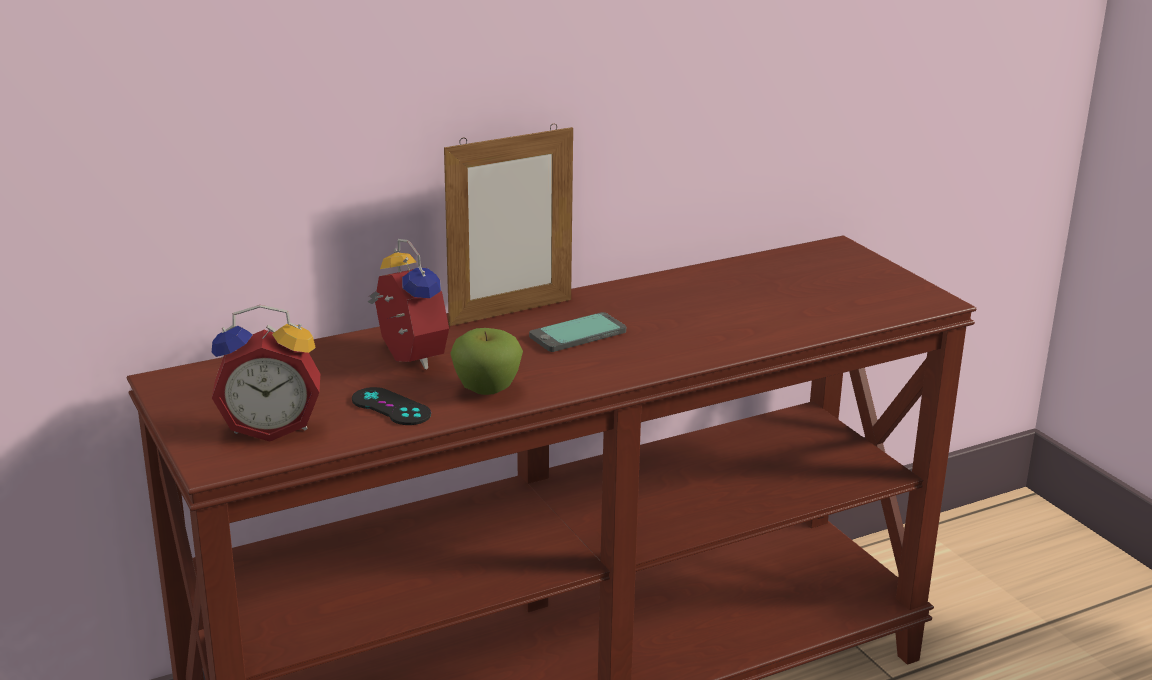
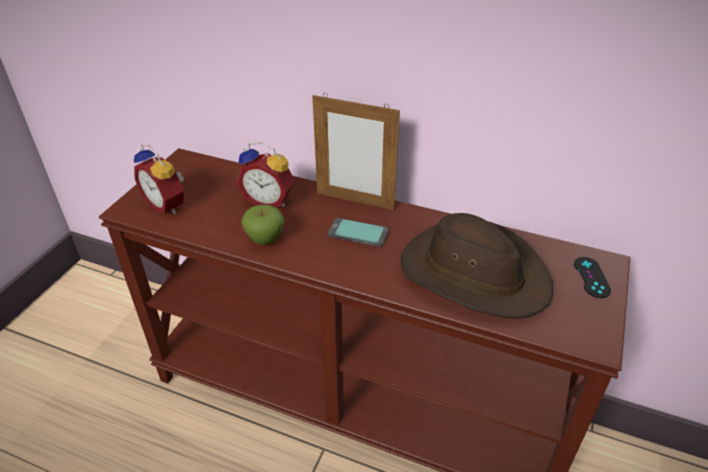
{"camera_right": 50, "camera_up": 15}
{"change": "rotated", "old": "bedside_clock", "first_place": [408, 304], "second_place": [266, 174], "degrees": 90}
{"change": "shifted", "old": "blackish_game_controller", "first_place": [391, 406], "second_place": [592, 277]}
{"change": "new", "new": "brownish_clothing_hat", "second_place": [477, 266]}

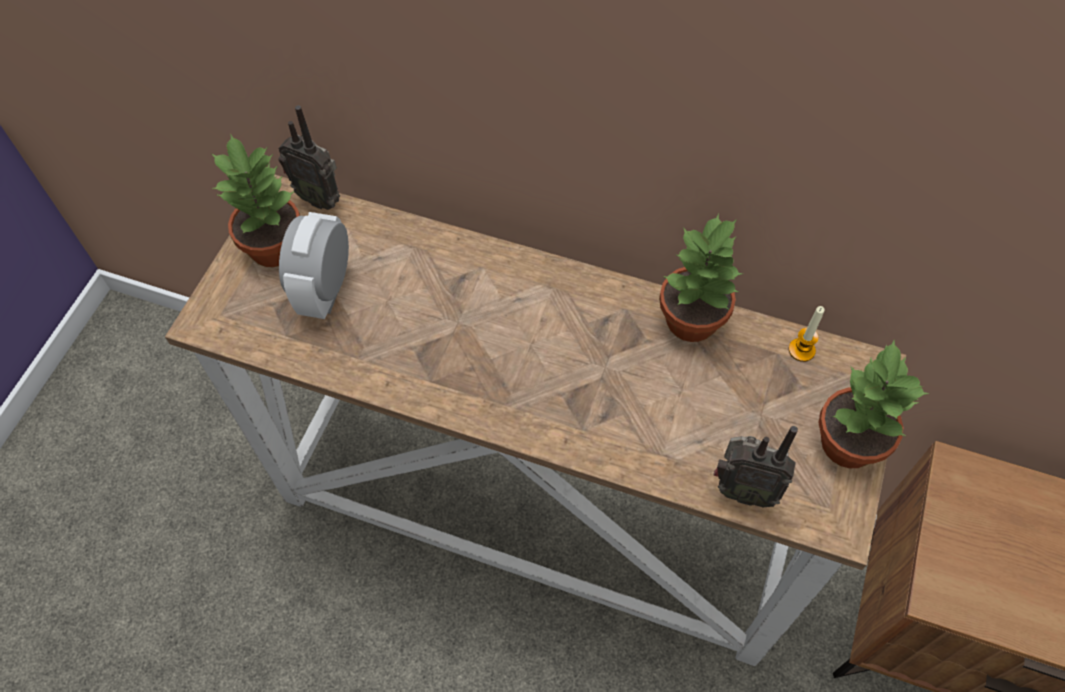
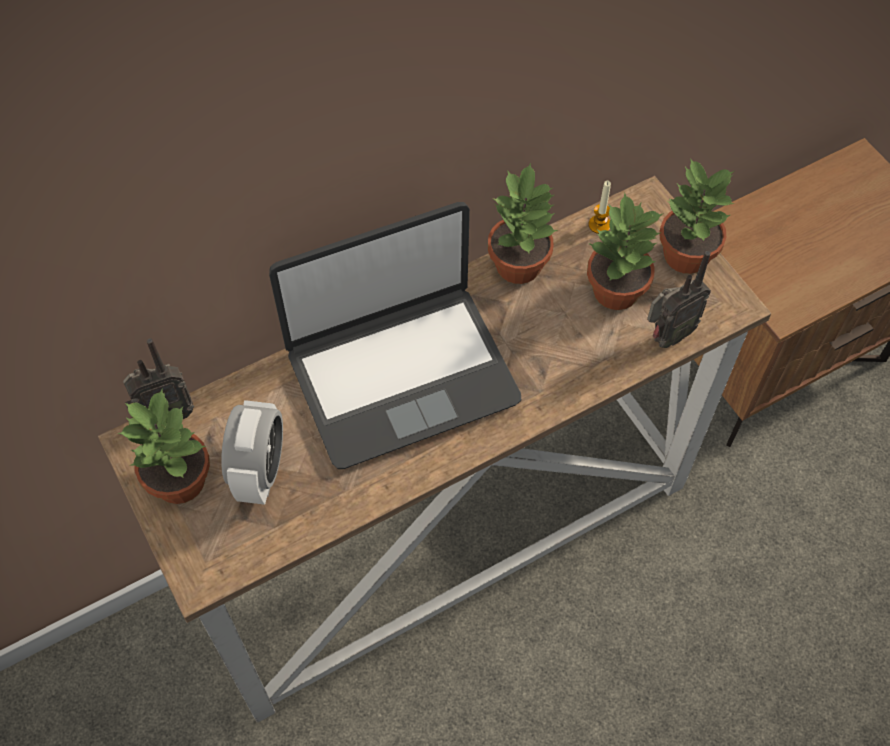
{"camera_right": -50, "camera_up": 0}
{"change": "rotated", "old": "bedside_clock", "first_place": [314, 265], "second_place": [252, 452], "degrees": -135}
{"change": "new", "new": "houseplant", "second_place": [625, 251]}
{"change": "new", "new": "laptop", "second_place": [395, 335]}

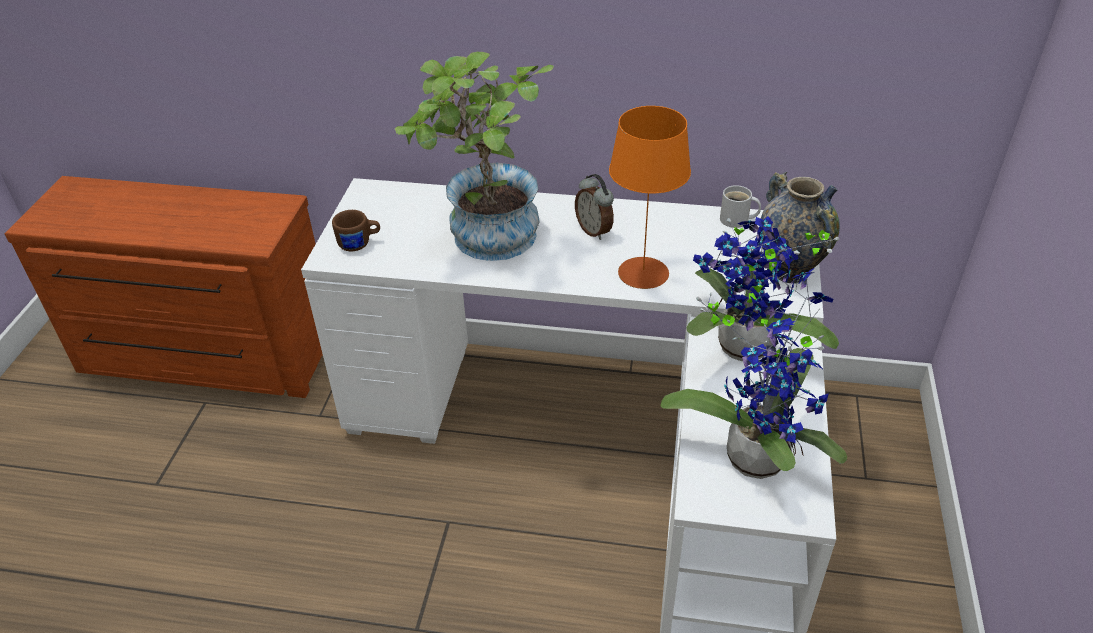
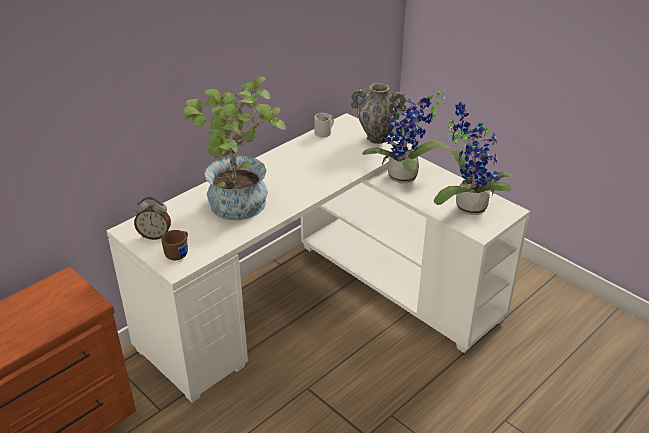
{"camera_right": -55, "camera_up": -5}
{"change": "gone", "old": "orange-coloured_lamp_for_a_table", "first_place": [650, 197]}
{"change": "shifted", "old": "bedside_clock", "first_place": [594, 207], "second_place": [152, 218]}

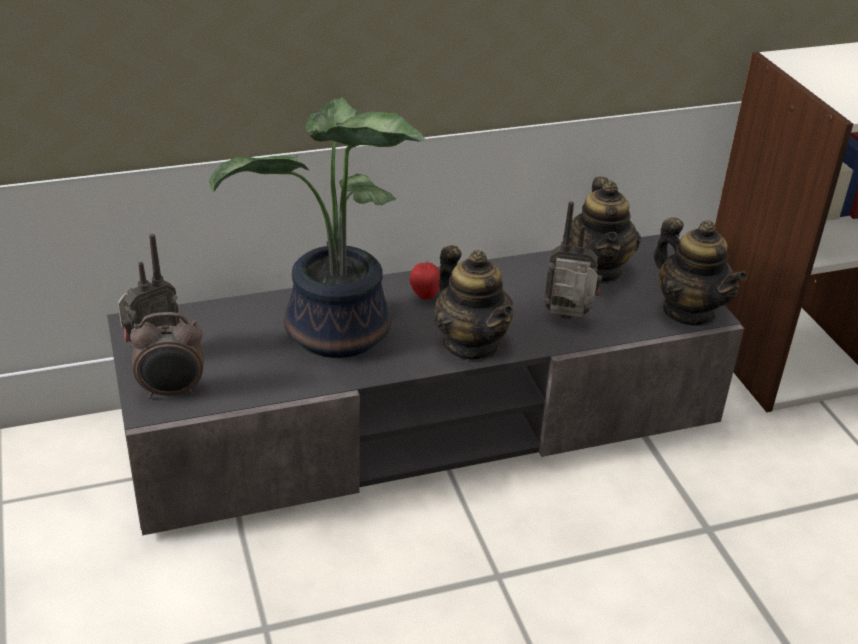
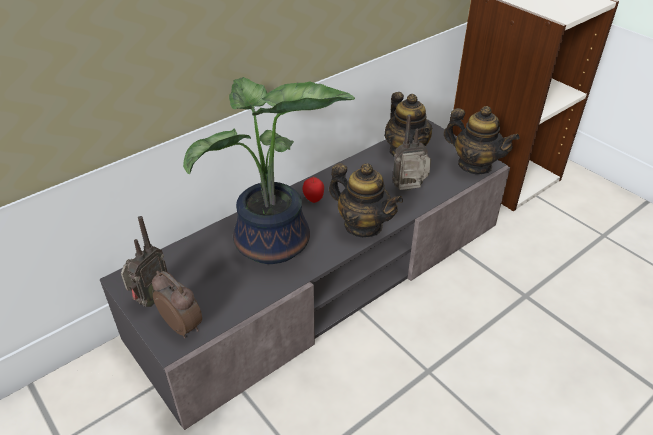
{"camera_right": -20, "camera_up": 5}
{"change": "rotated", "old": "bedside_clock", "first_place": [167, 355], "second_place": [177, 305], "degrees": -105}

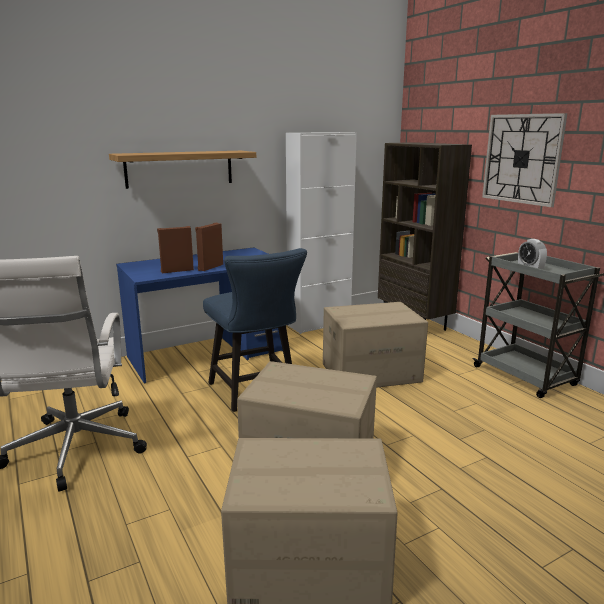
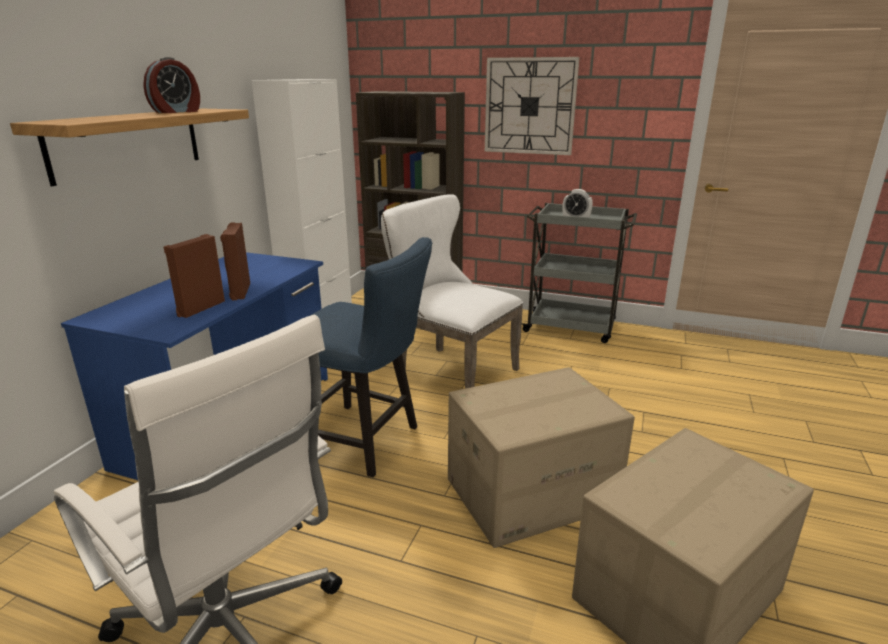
{"camera_right": -40, "camera_up": 5}
{"change": "swapped", "old": "carton", "new": "white_upright_chair", "first_place": [375, 345], "second_place": [452, 291]}
{"change": "new", "new": "bedside_clock", "second_place": [171, 85]}

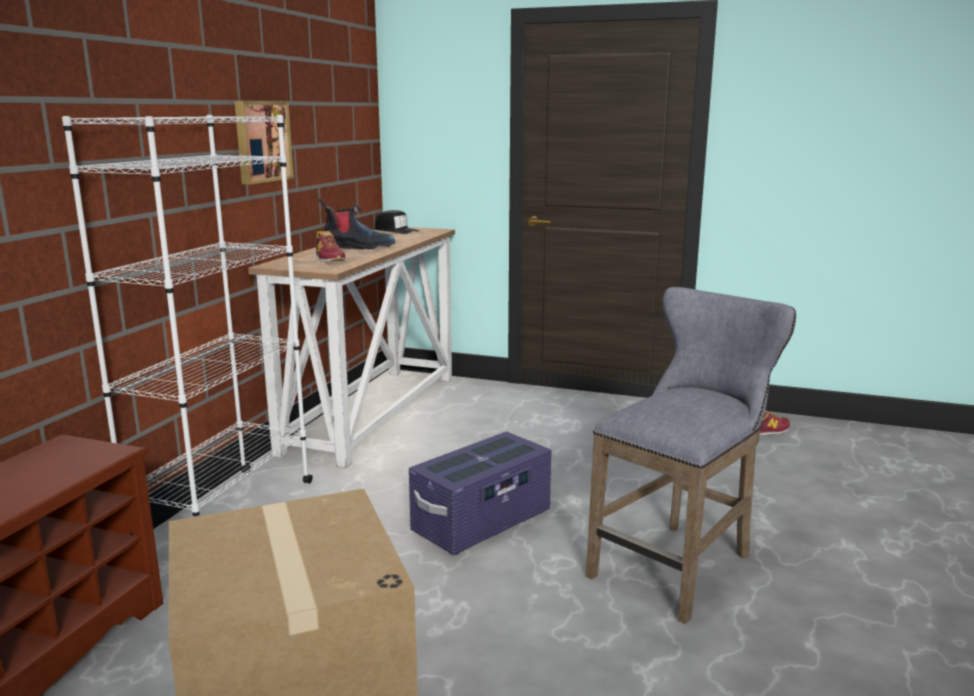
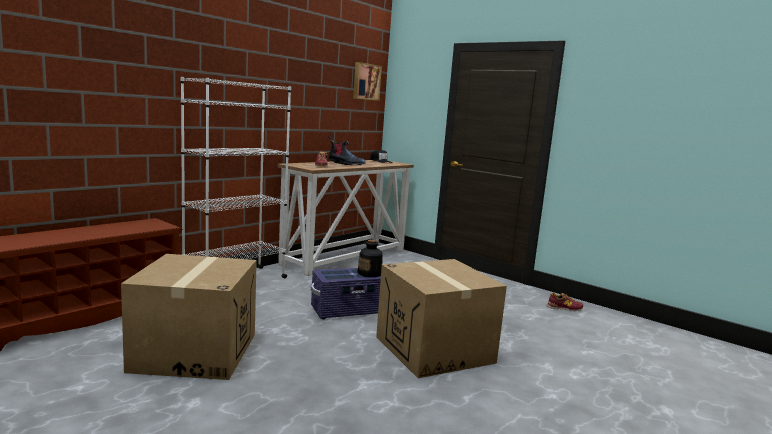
{"camera_right": 20, "camera_up": -5}
{"change": "shifted", "old": "picture", "first_place": [264, 142], "second_place": [367, 81]}
{"change": "swapped", "old": "gray_stool", "new": "carton", "first_place": [691, 455], "second_place": [441, 318]}
{"change": "new", "new": "drink_bottle", "second_place": [370, 258]}

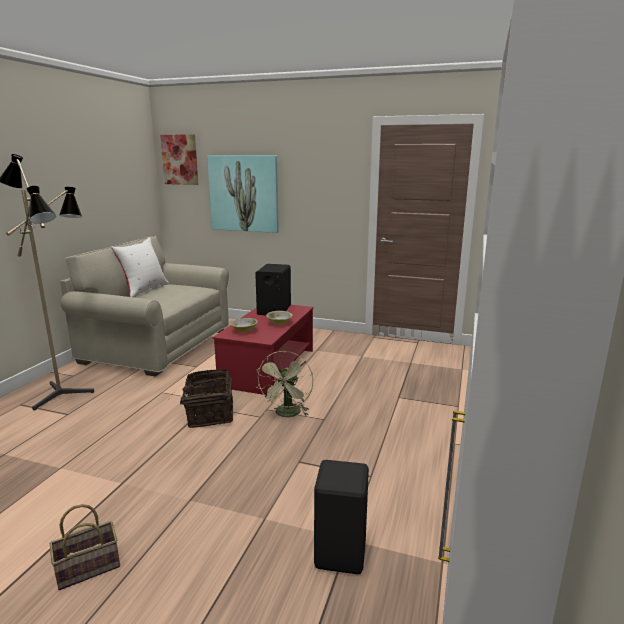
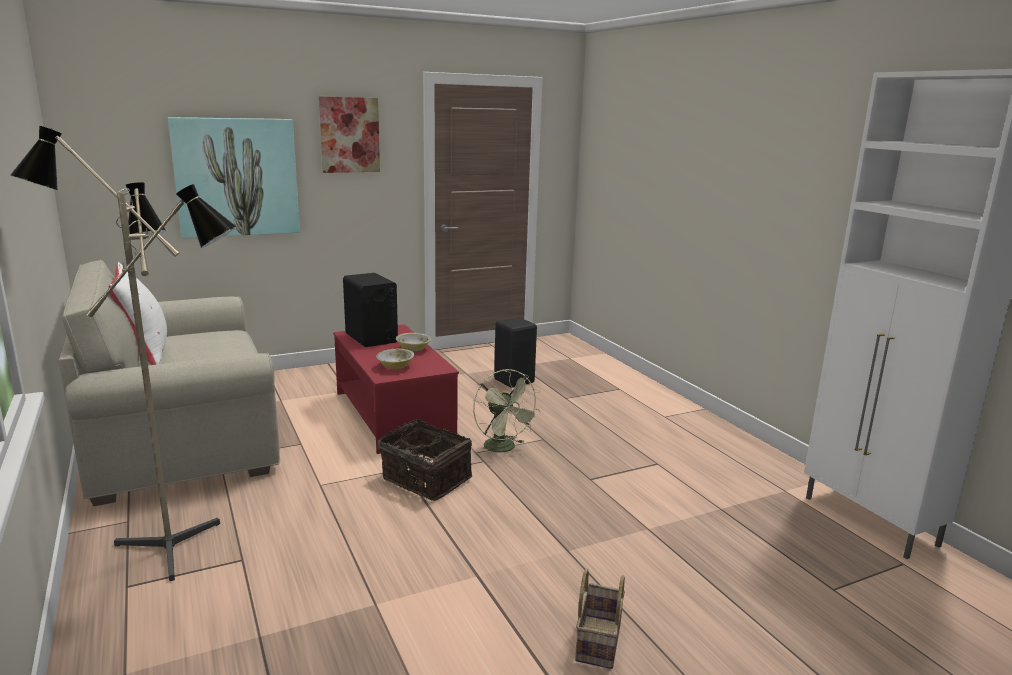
{"camera_right": -45, "camera_up": 0}
{"change": "shifted", "old": "picture", "first_place": [179, 159], "second_place": [349, 134]}
{"change": "shifted", "old": "blackish_stool", "first_place": [341, 517], "second_place": [515, 352]}

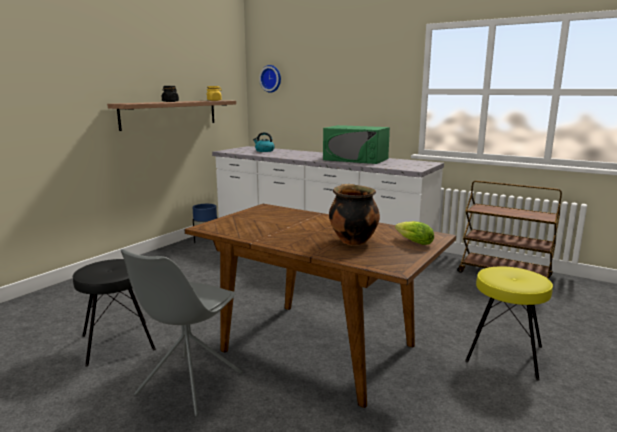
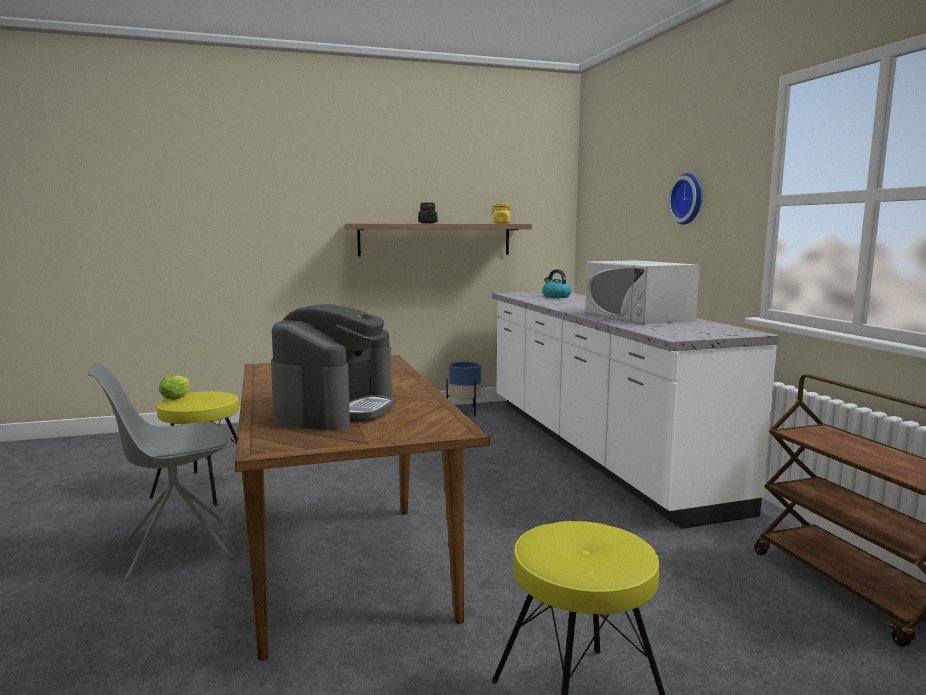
{"camera_right": 40, "camera_up": -5}
{"change": "shifted", "old": "hanging_clock", "first_place": [270, 79], "second_place": [685, 199]}
{"change": "repainted", "old": "green_microwave", "new": "white_microwave", "first_place": [356, 144], "second_place": [642, 292]}
{"change": "swapped", "old": "saucepot", "new": "coffee_brewer", "first_place": [354, 215], "second_place": [333, 367]}
{"change": "shifted", "old": "lettuce", "first_place": [414, 233], "second_place": [174, 387]}
{"change": "repainted", "old": "blackish_stool", "new": "yellow_stool", "first_place": [114, 313], "second_place": [194, 448]}

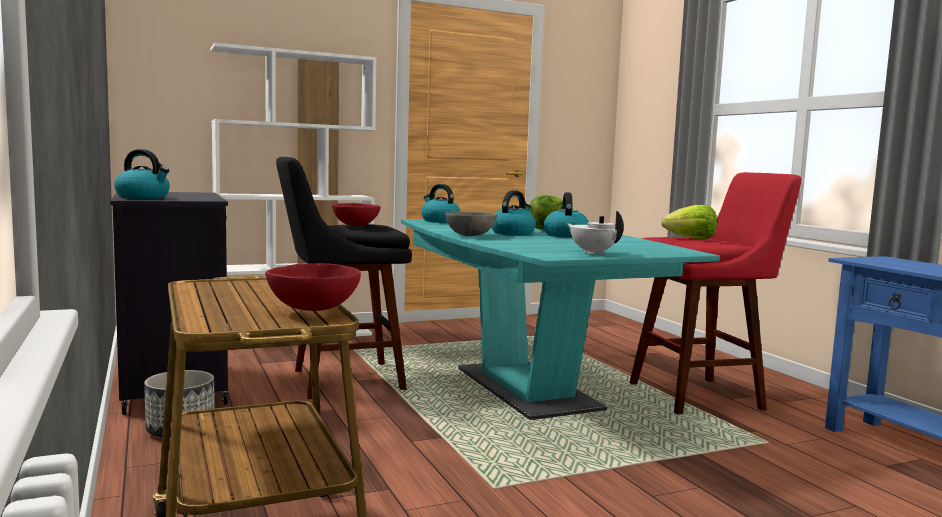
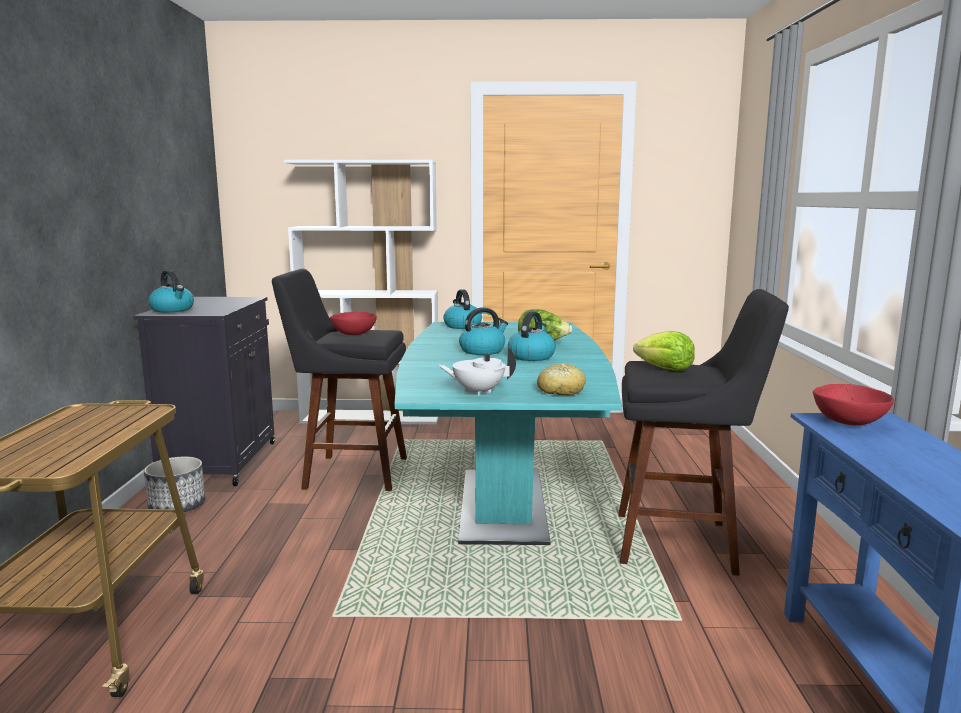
{"camera_right": 25, "camera_up": 5}
{"change": "repainted", "old": "red-coloured_stool", "new": "blackish_stool", "first_place": [715, 293], "second_place": [703, 432]}
{"change": "rotated", "old": "white_tea_pot", "first_place": [595, 233], "second_place": [477, 371], "degrees": -75}
{"change": "gone", "old": "gray_bowl", "first_place": [471, 224]}
{"change": "shifted", "old": "red-coloured_bowl", "first_place": [313, 287], "second_place": [853, 404]}
{"change": "new", "new": "bread", "second_place": [561, 379]}

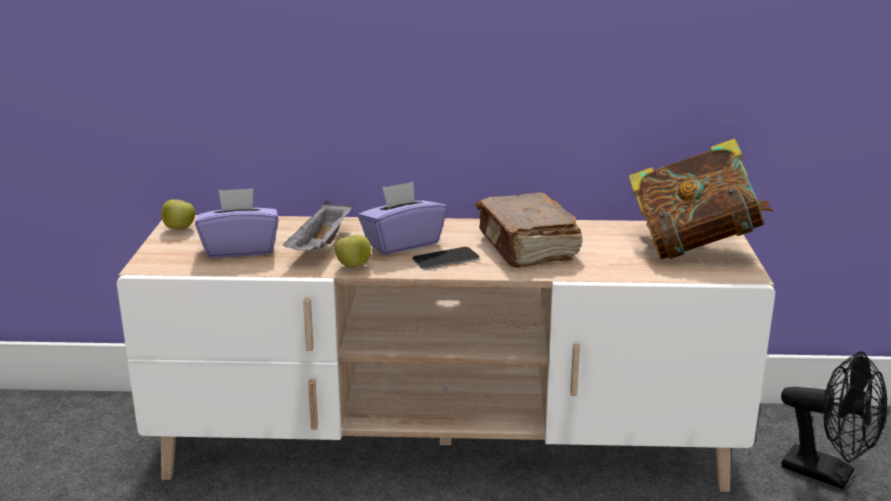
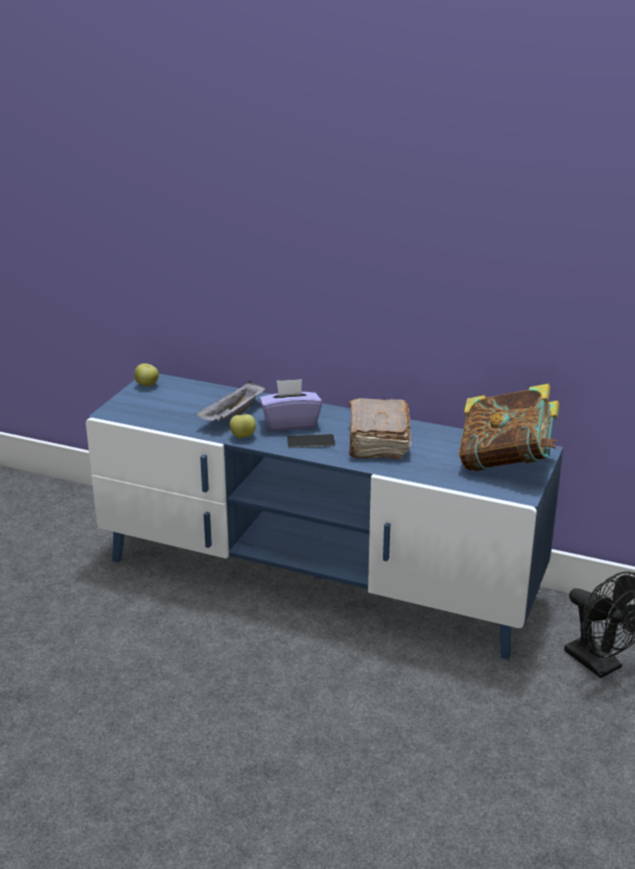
{"camera_right": 20, "camera_up": 5}
{"change": "gone", "old": "purple_tissue_box", "first_place": [236, 223]}
{"change": "repainted", "old": "sand-coloured_media_console", "new": "blue_media_console", "first_place": [446, 353], "second_place": [324, 517]}

